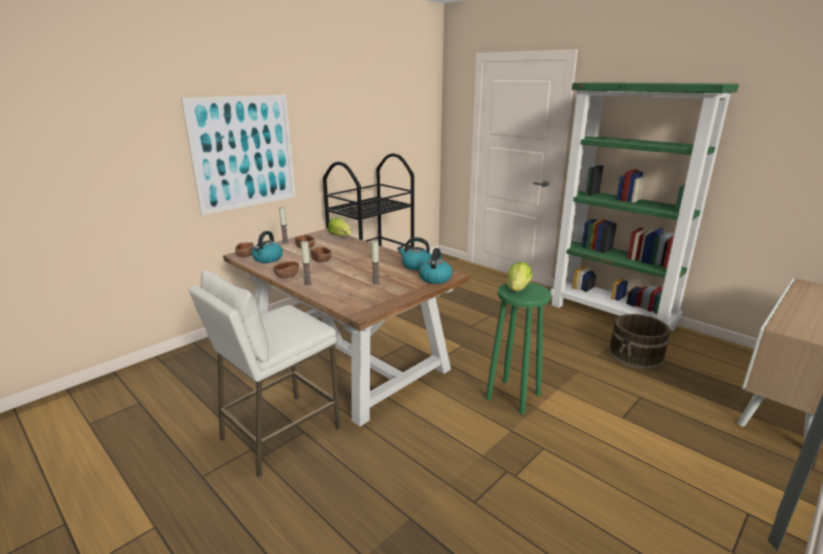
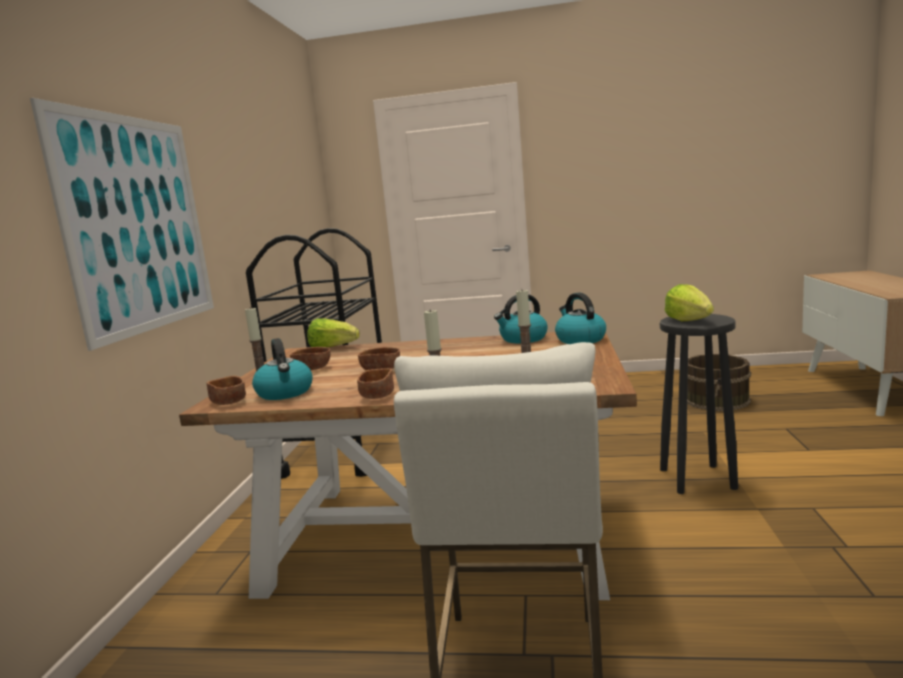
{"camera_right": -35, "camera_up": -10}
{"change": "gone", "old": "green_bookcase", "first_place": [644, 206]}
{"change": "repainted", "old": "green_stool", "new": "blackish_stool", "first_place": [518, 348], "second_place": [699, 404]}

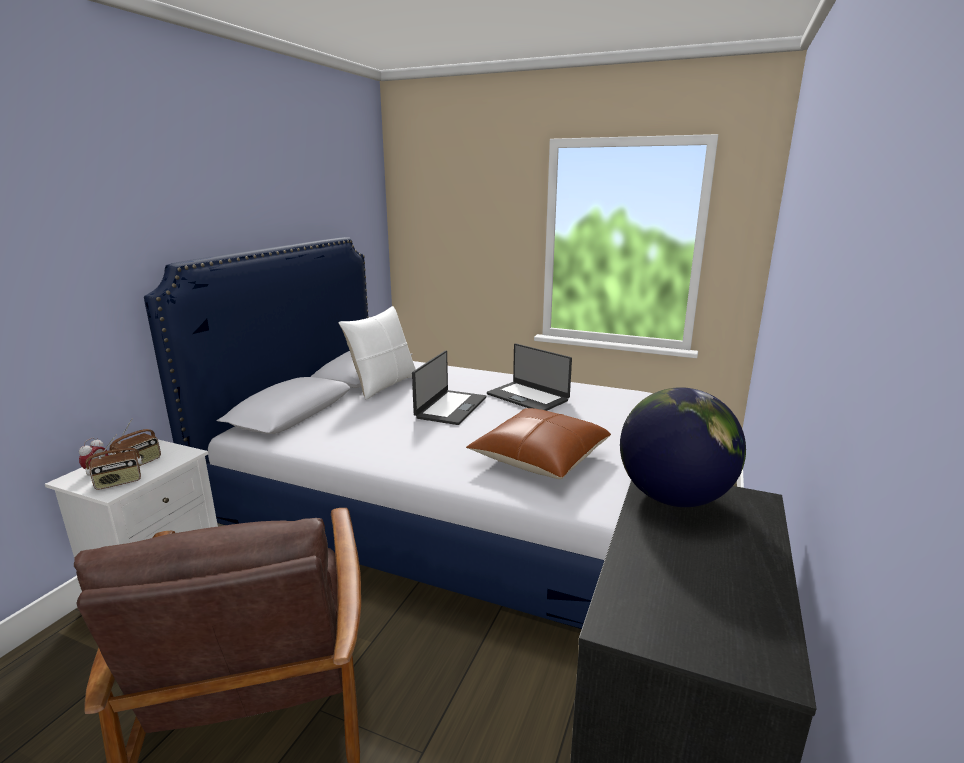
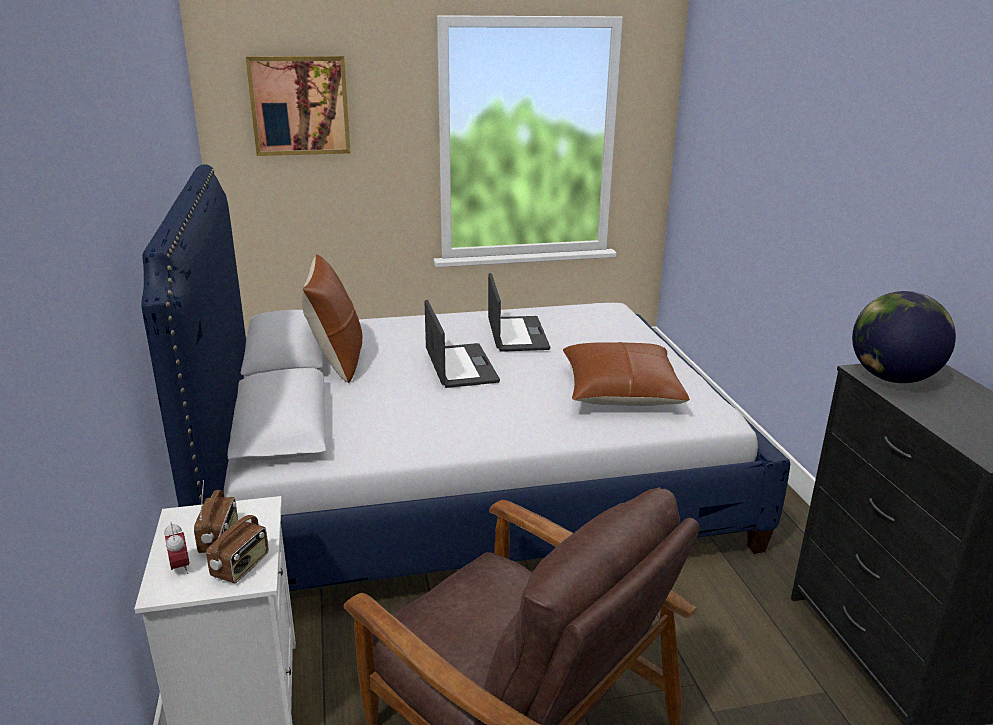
{"camera_right": -35, "camera_up": 5}
{"change": "repainted", "old": "white_throw_pillow", "new": "brownish_throw_pillow", "first_place": [377, 353], "second_place": [331, 318]}
{"change": "rotated", "old": "laptop", "first_place": [529, 377], "second_place": [519, 312], "degrees": -105}
{"change": "new", "new": "picture", "second_place": [298, 106]}

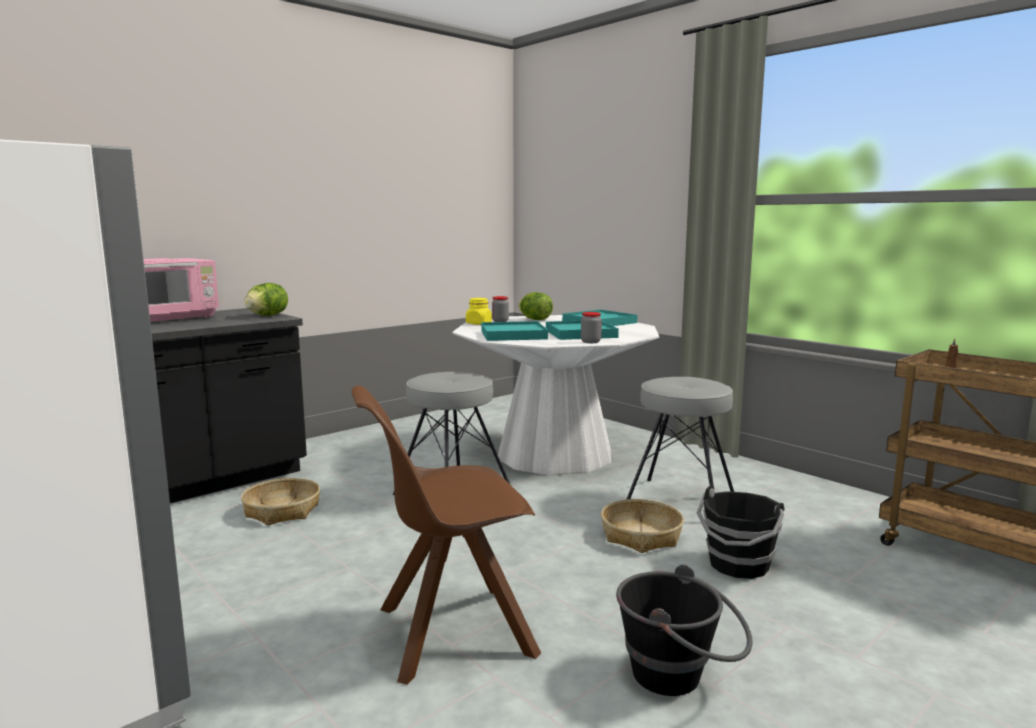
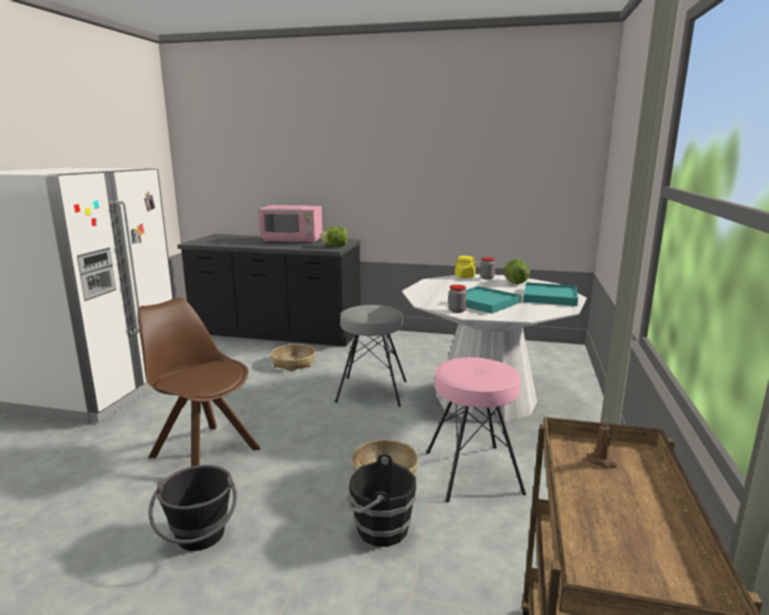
{"camera_right": 55, "camera_up": 5}
{"change": "gone", "old": "turquoise_serving_tray", "first_place": [514, 331]}
{"change": "repainted", "old": "gray_stool", "new": "pinkish_stool", "first_place": [680, 438], "second_place": [476, 430]}

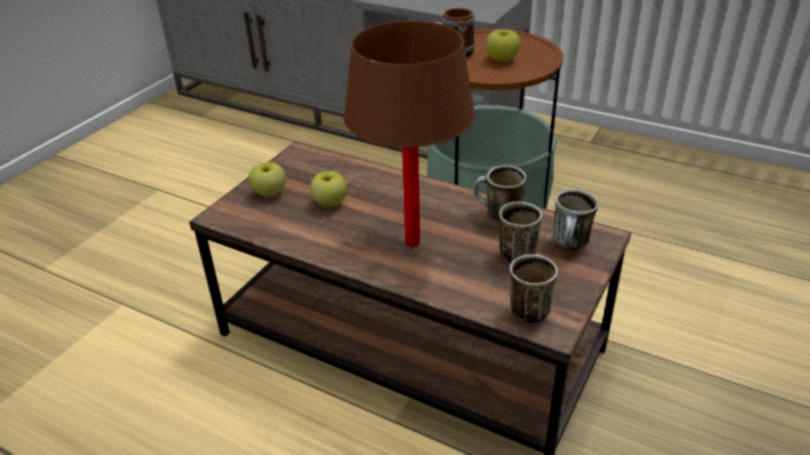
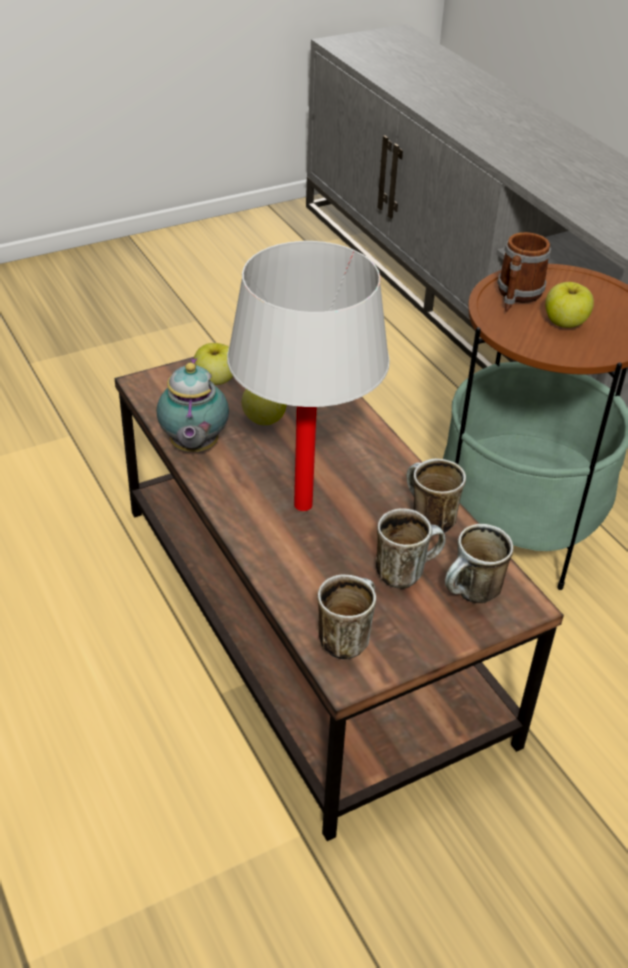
{"camera_right": 30, "camera_up": 5}
{"change": "repainted", "old": "brownish_lamp_for_a_table", "new": "white_lamp_for_a_table", "first_place": [409, 134], "second_place": [308, 376]}
{"change": "new", "new": "tea_pot", "second_place": [193, 405]}

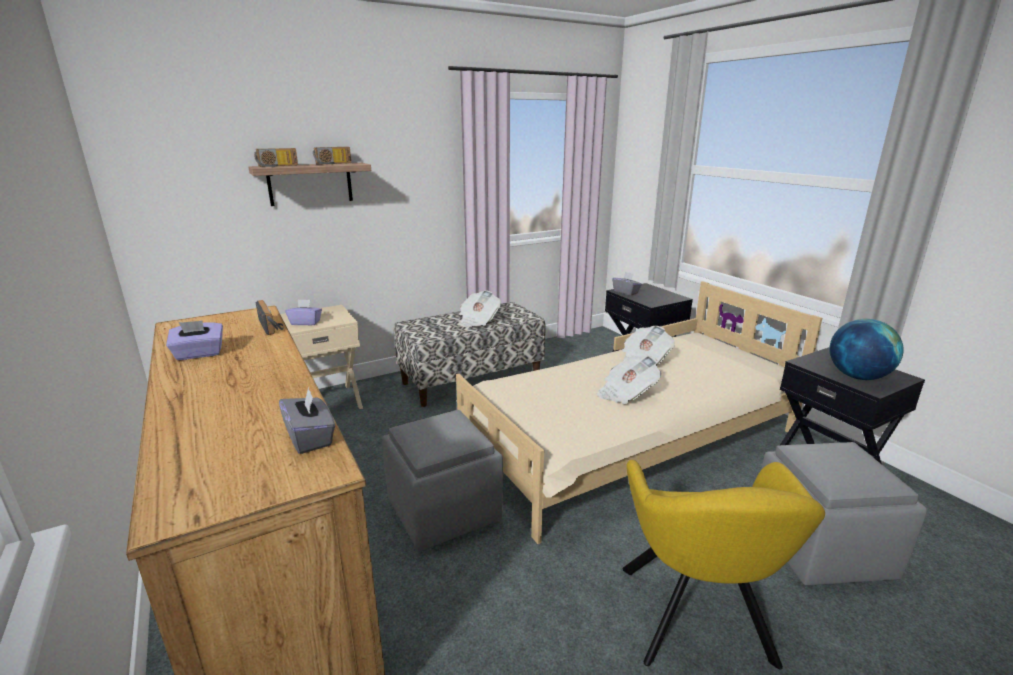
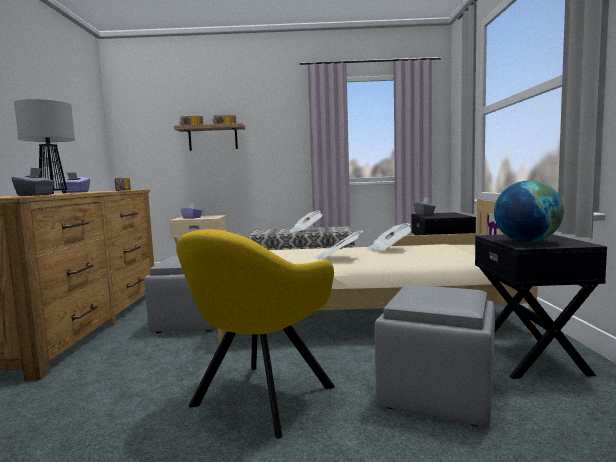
{"camera_right": 30, "camera_up": -15}
{"change": "new", "new": "lamp_for_a_table", "second_place": [44, 146]}

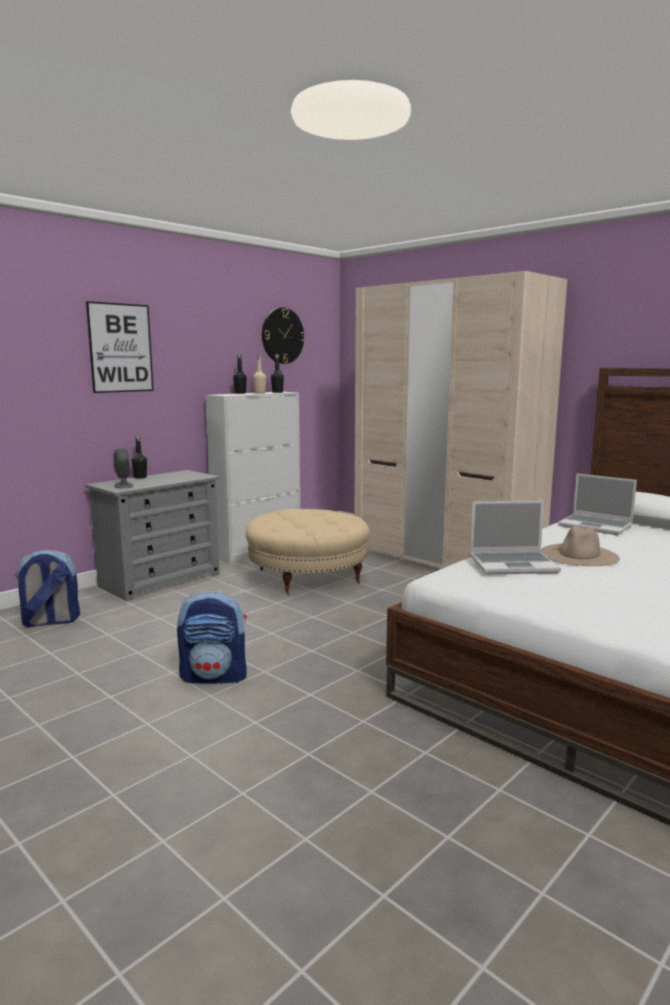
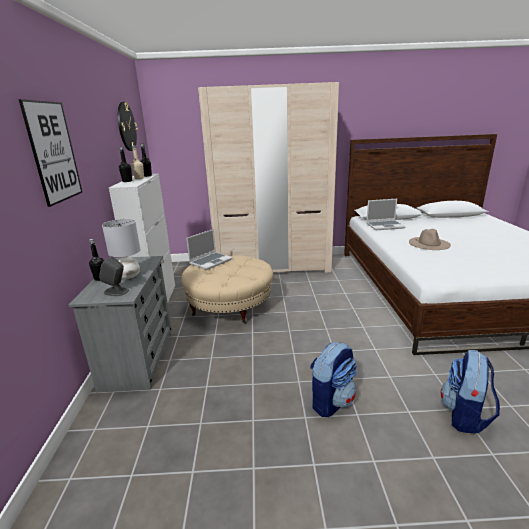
{"camera_right": -45, "camera_up": 10}
{"change": "shifted", "old": "laptop", "first_place": [515, 537], "second_place": [209, 249]}
{"change": "shifted", "old": "rucksack", "first_place": [47, 588], "second_place": [470, 391]}
{"change": "new", "new": "gray_lamp_for_a_table", "second_place": [121, 249]}

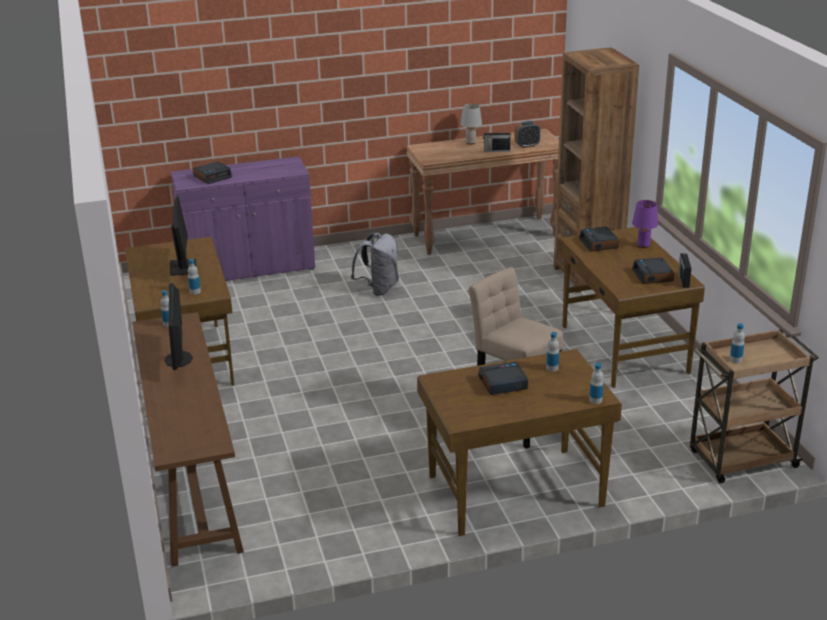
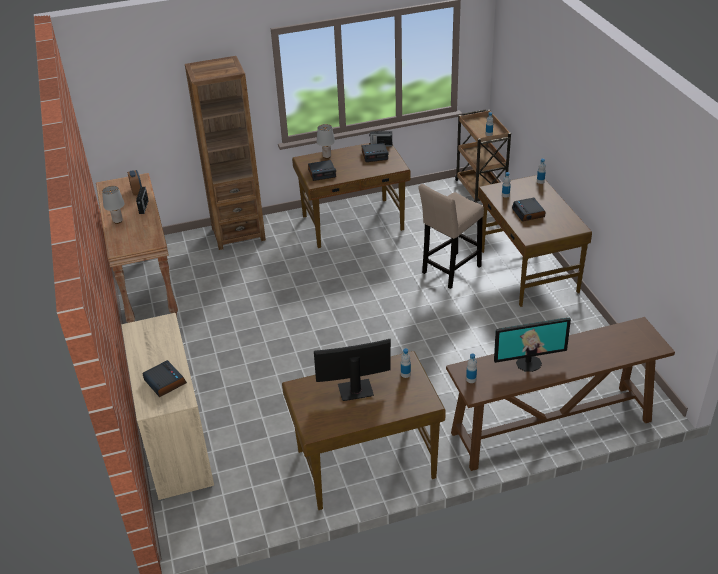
{"camera_right": -90, "camera_up": 10}
{"change": "repainted", "old": "purple_cupboard", "new": "sand-coloured_cupboard", "first_place": [243, 218], "second_place": [167, 407]}
{"change": "repainted", "old": "purple_lamp_for_a_table", "new": "gray_lamp_for_a_table", "first_place": [645, 224], "second_place": [326, 141]}
{"change": "gone", "old": "gray_rucksack", "first_place": [375, 264]}

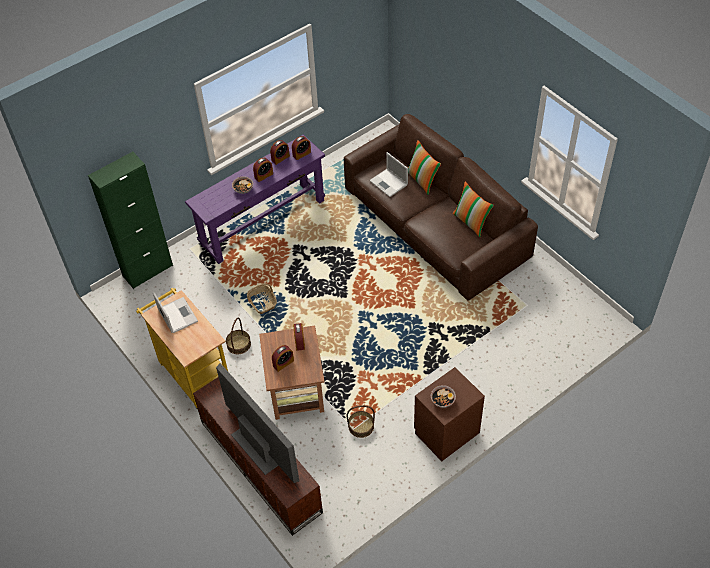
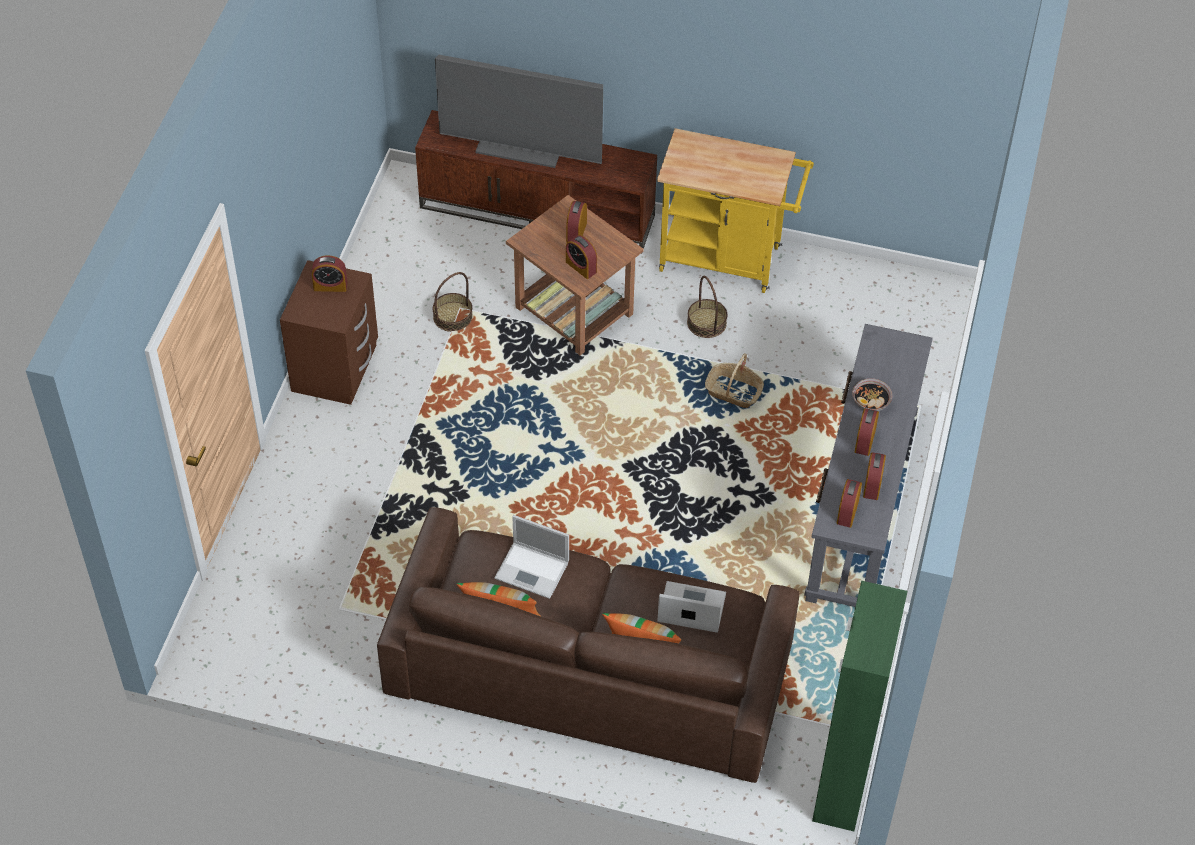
{"camera_right": 140, "camera_up": 0}
{"change": "repainted", "old": "purple_hall_table", "new": "gray_hall_table", "first_place": [255, 199], "second_place": [868, 465]}
{"change": "shifted", "old": "green_cupboard", "first_place": [130, 220], "second_place": [859, 706]}
{"change": "shifted", "old": "laptop", "first_place": [175, 312], "second_place": [531, 557]}
{"change": "swapped", "old": "bowl", "new": "bedside_clock", "first_place": [443, 396], "second_place": [329, 273]}

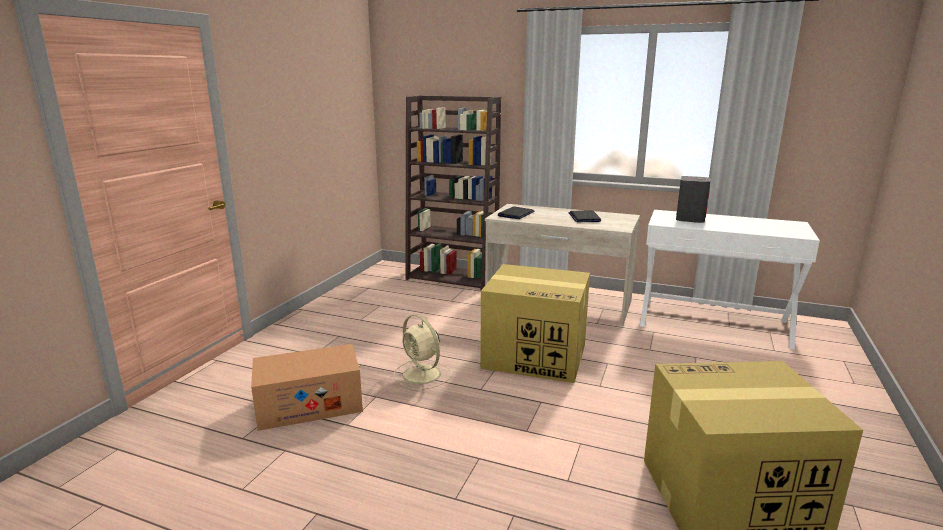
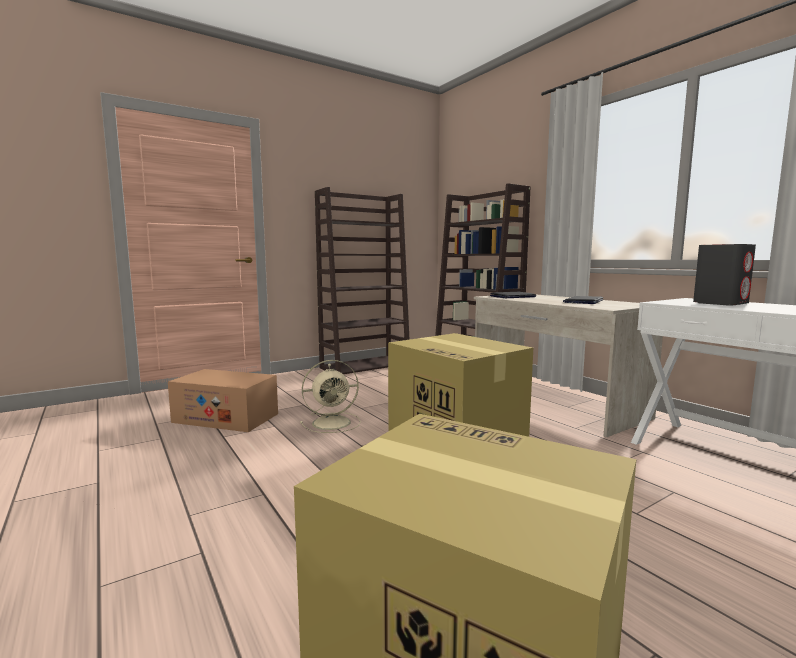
{"camera_right": 35, "camera_up": -10}
{"change": "rotated", "old": "sand-coloured_fan", "first_place": [423, 352], "second_place": [330, 396], "degrees": -105}
{"change": "new", "new": "brownish_bookcase", "second_place": [362, 280]}

